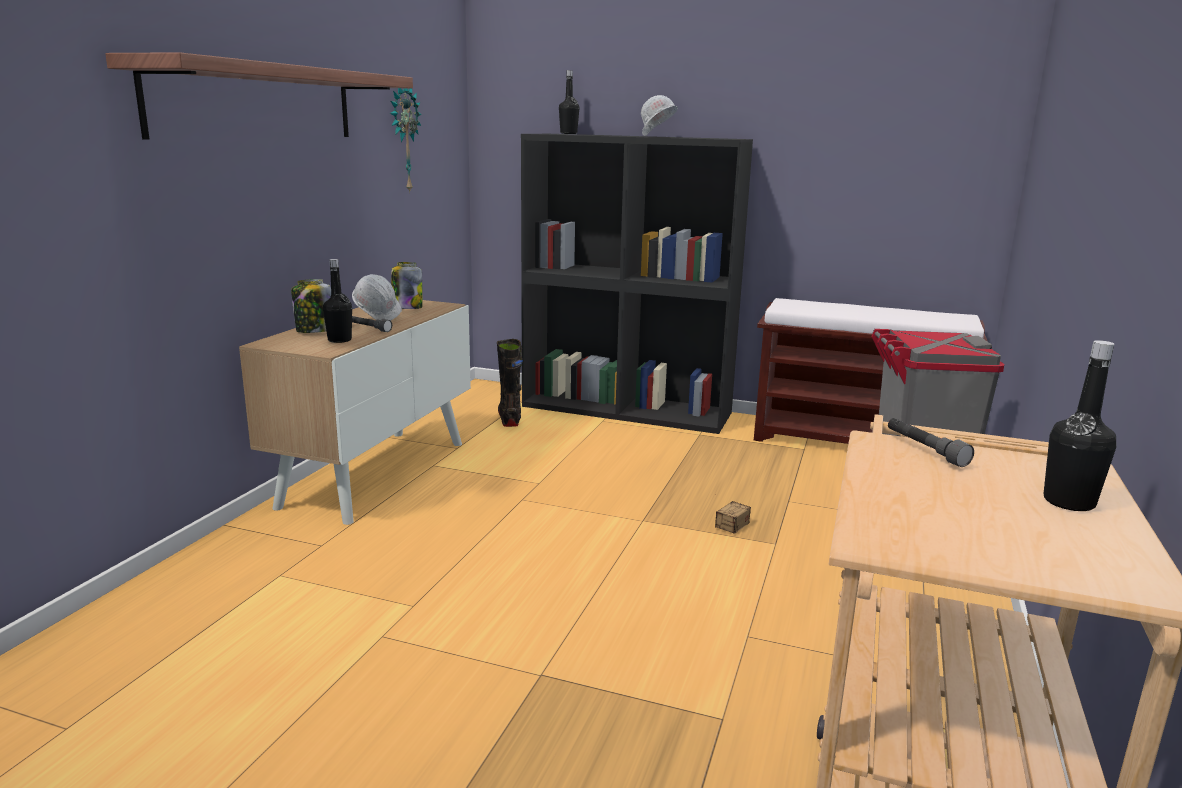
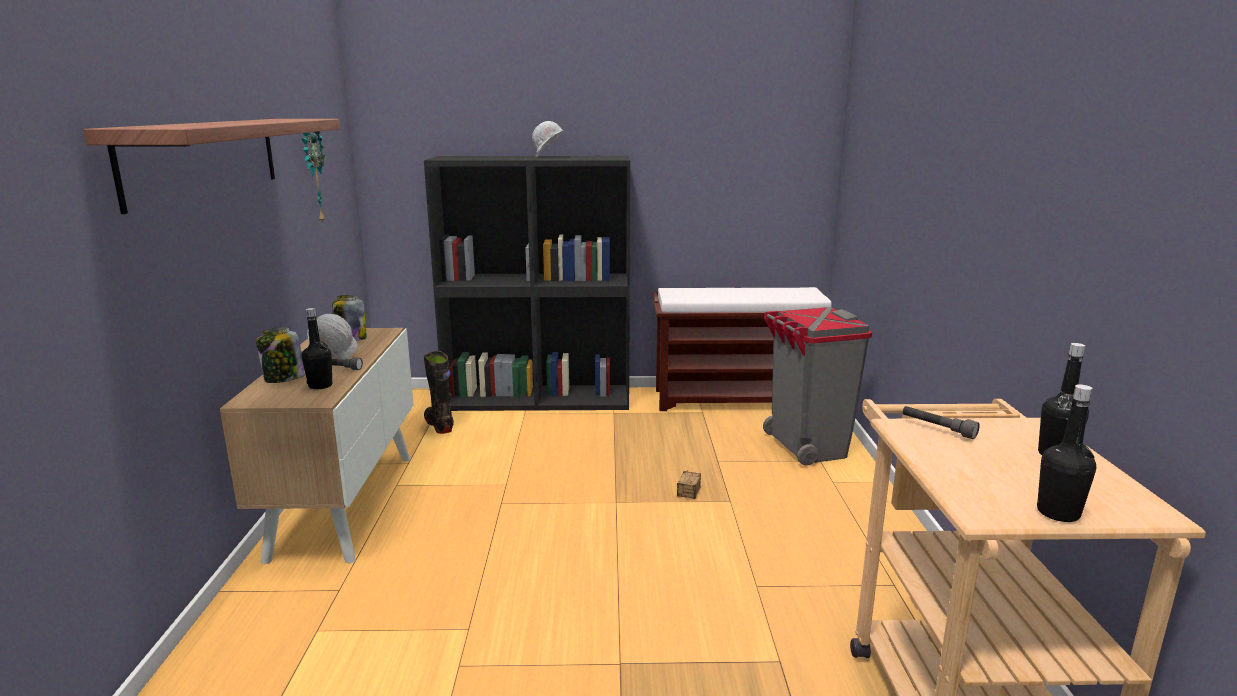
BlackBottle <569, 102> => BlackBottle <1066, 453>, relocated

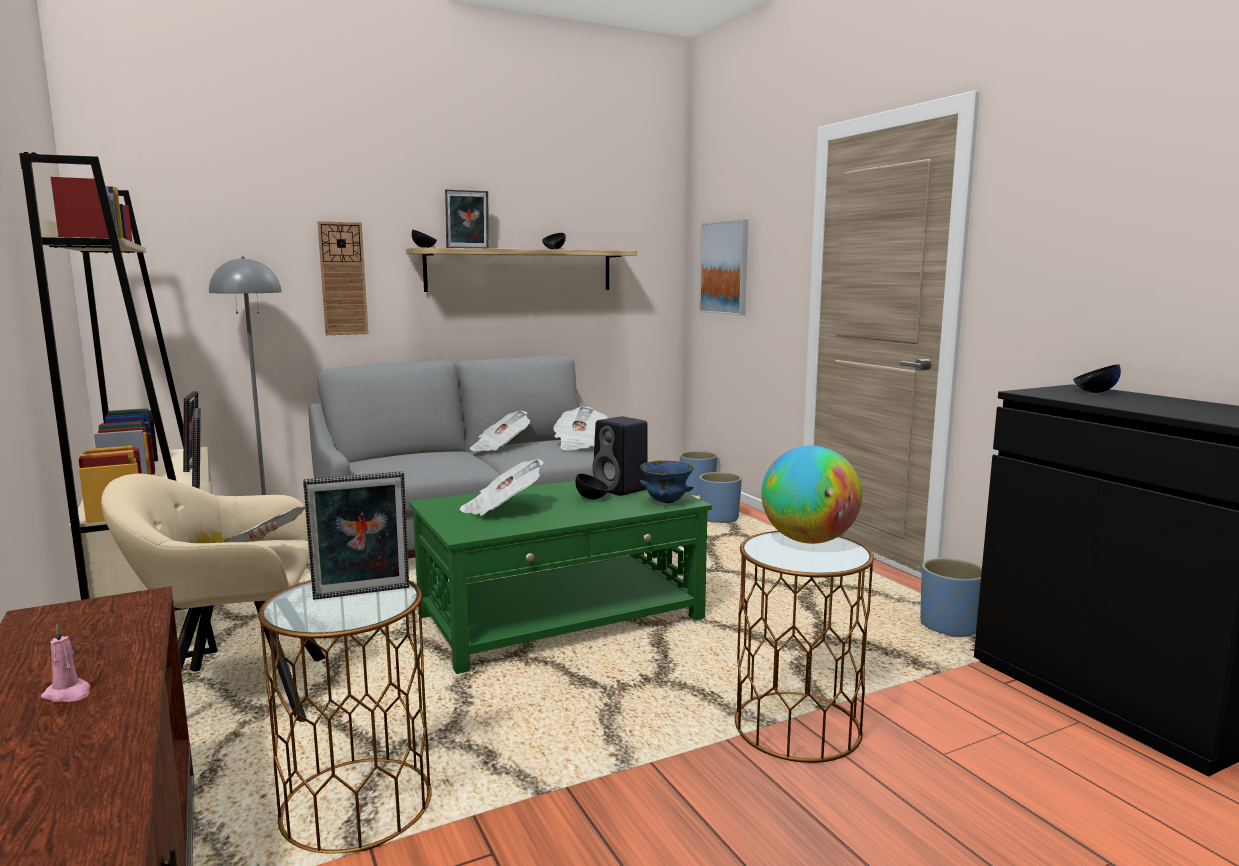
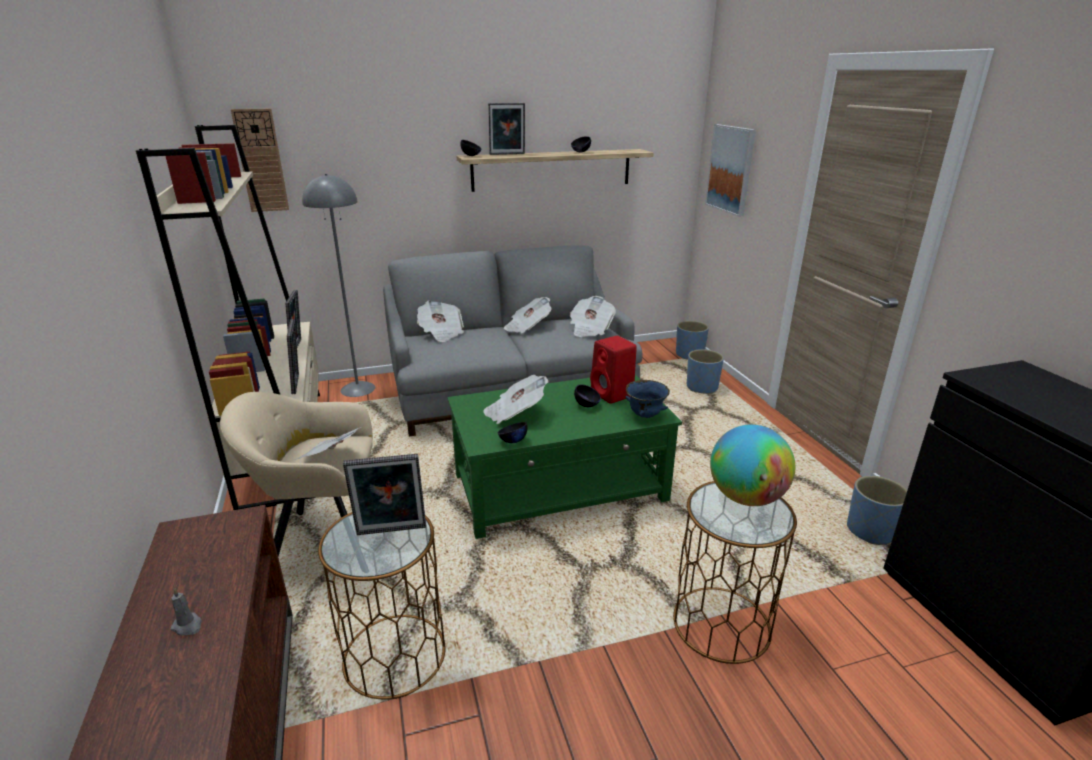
WallClock <343, 278> => WallClock <260, 160>, relocated
BlackBowl <1097, 378> => BlackBowl <512, 432>, relocated
BlackSpeaker <620, 456> => RedSpeaker <613, 370>
PinkCandle <66, 663> => GreyCandle <186, 611>
nothing => Newspaper <440, 321>

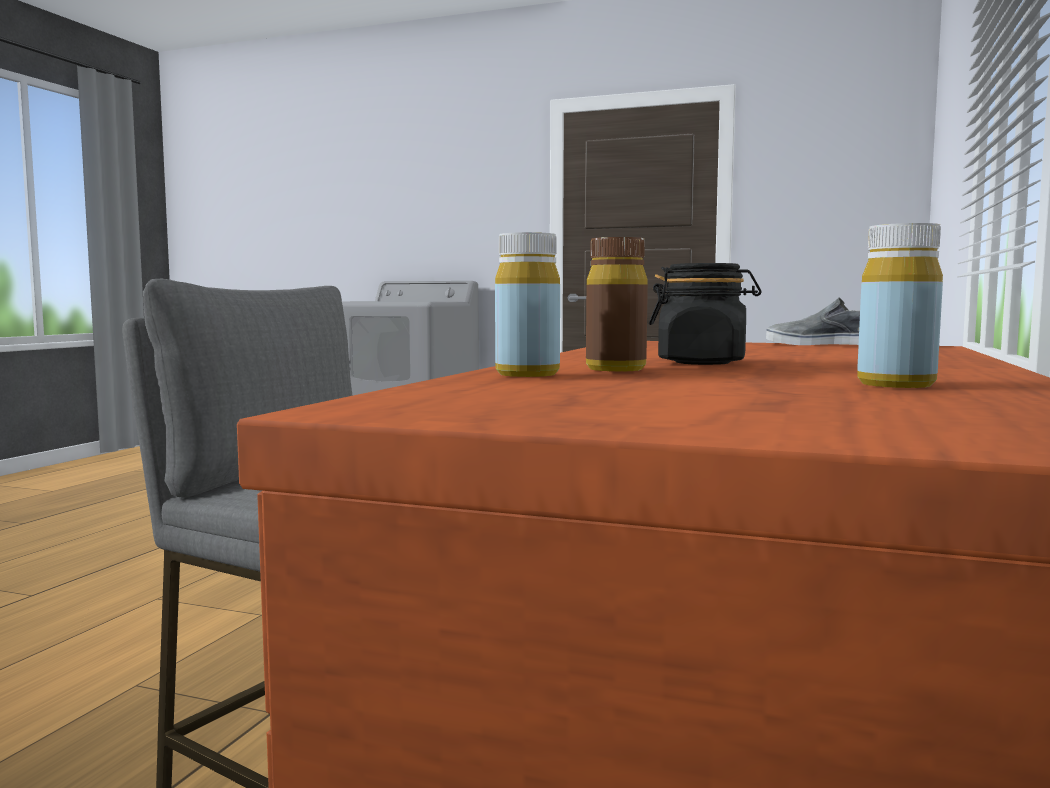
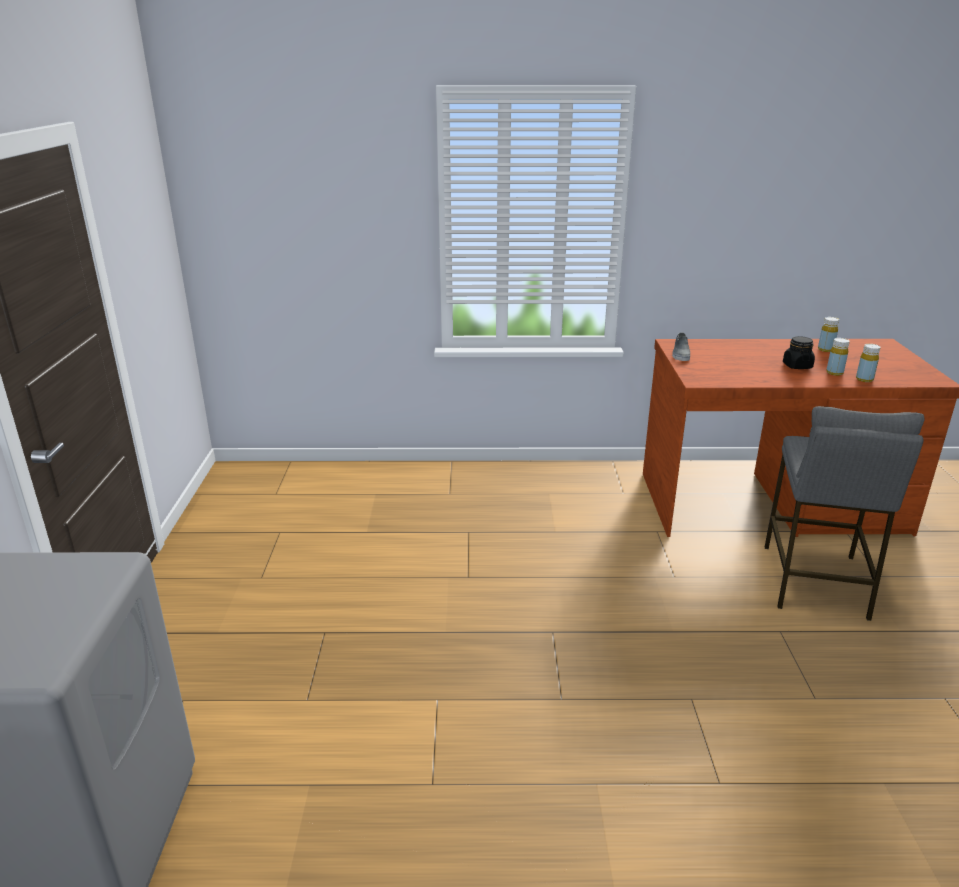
BrownBottle <617, 304> => YellowBottle <838, 357>

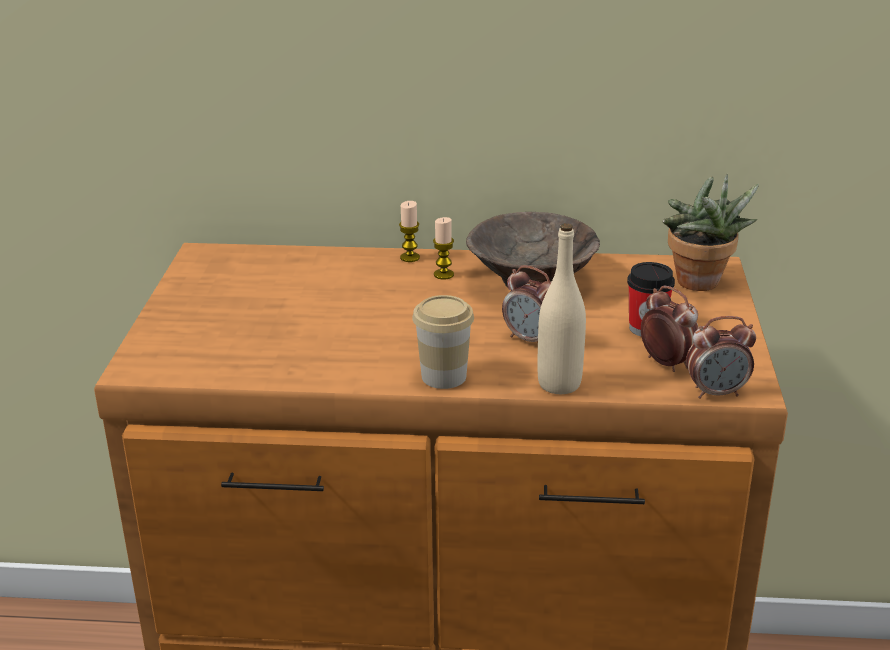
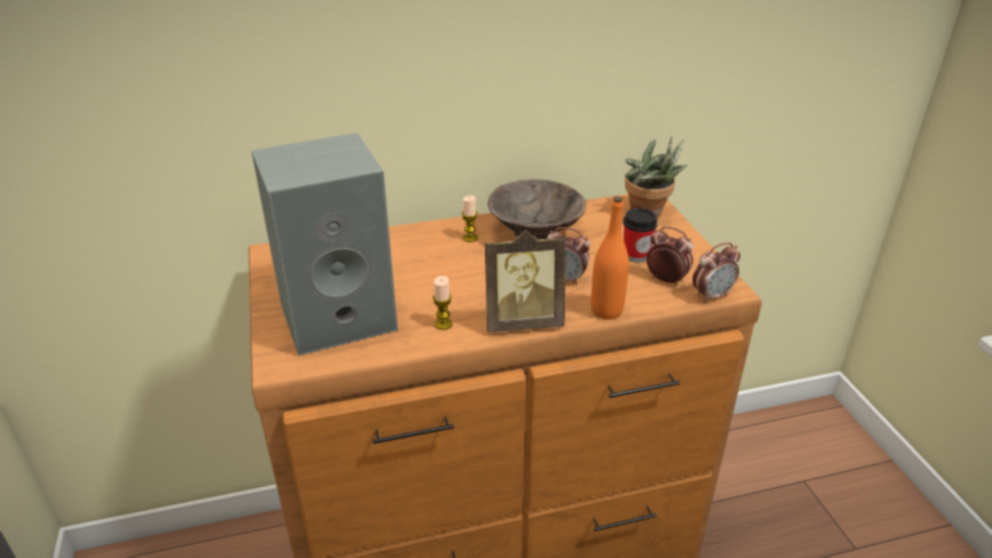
Candle <409, 231> => Candle <443, 303>, relocated
BeigeBottle <562, 308> => OrangeBottle <610, 258>
Cup <443, 342> => PictureFrame <525, 281>
nothing => GreySpeaker <324, 244>

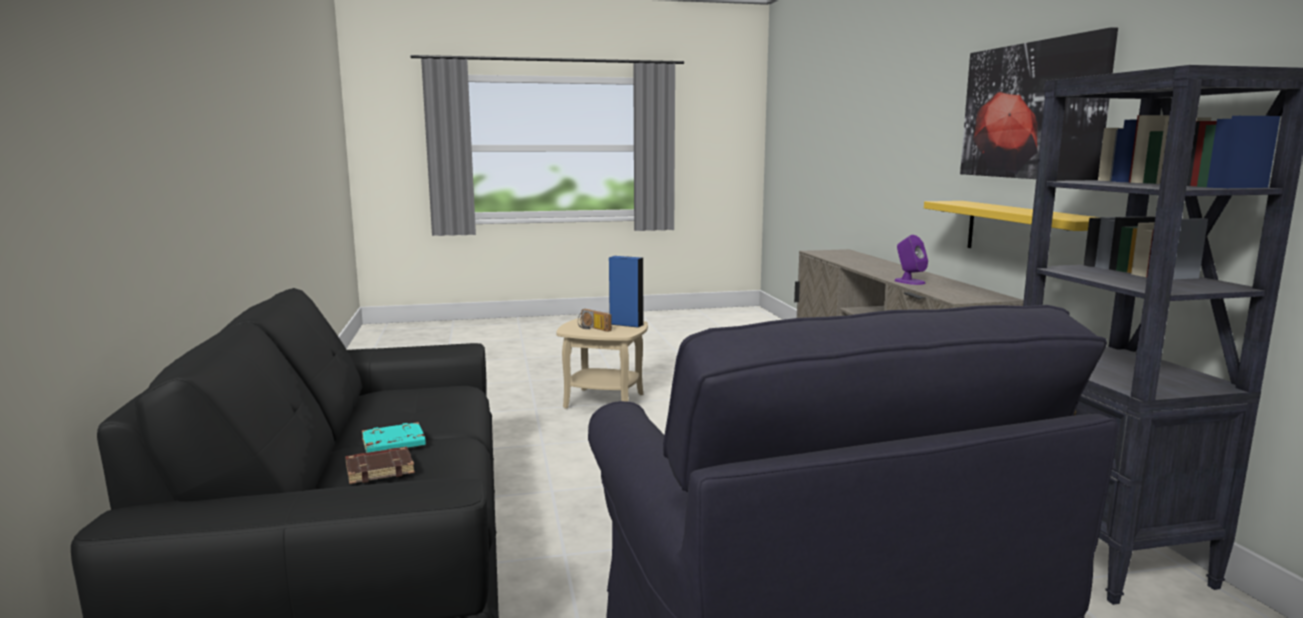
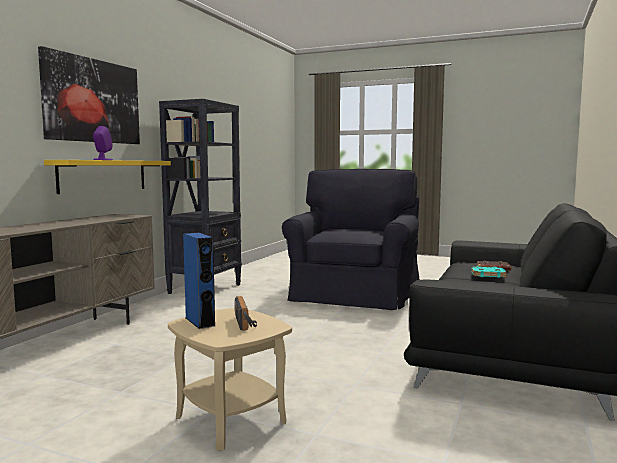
PurpleSpeaker <911, 260> => PurpleSpeaker <103, 143>, relocated

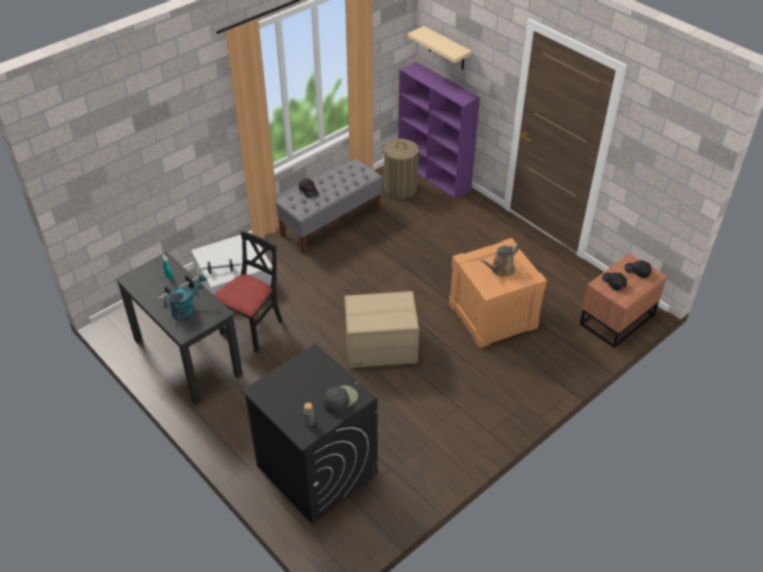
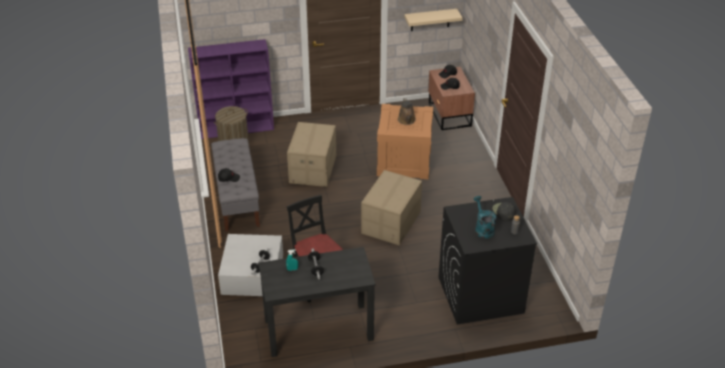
BeigeShelf <439, 48> => BeigeShelf <433, 20>, relocated
TurquoiseWateringCan <185, 296> => TurquoiseWateringCan <485, 217>, relocated
nothing => CardboardBox <311, 154>

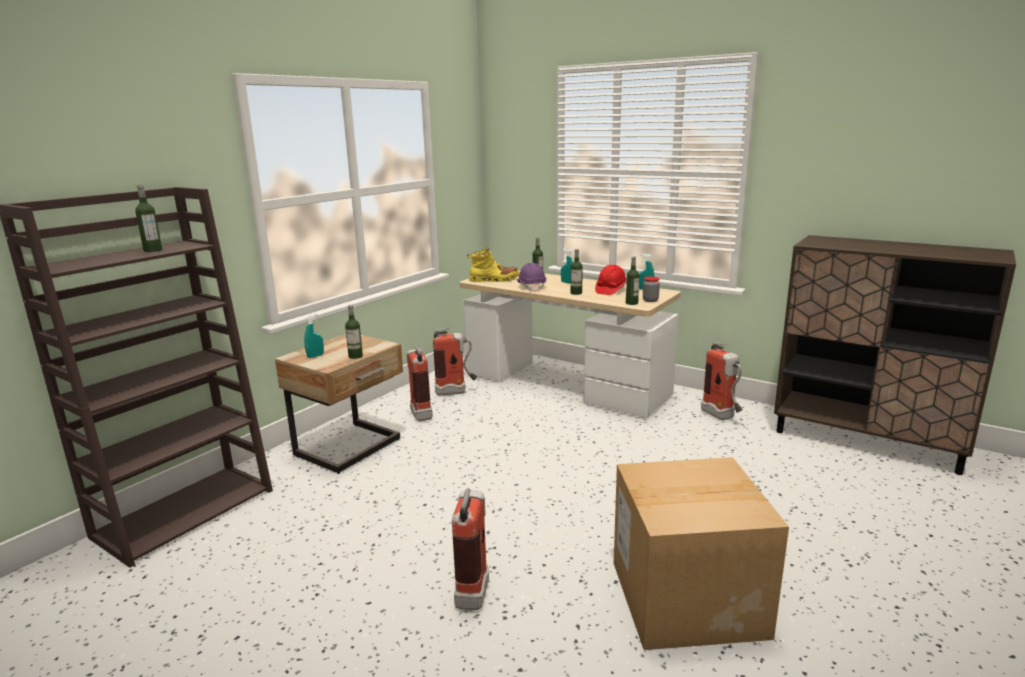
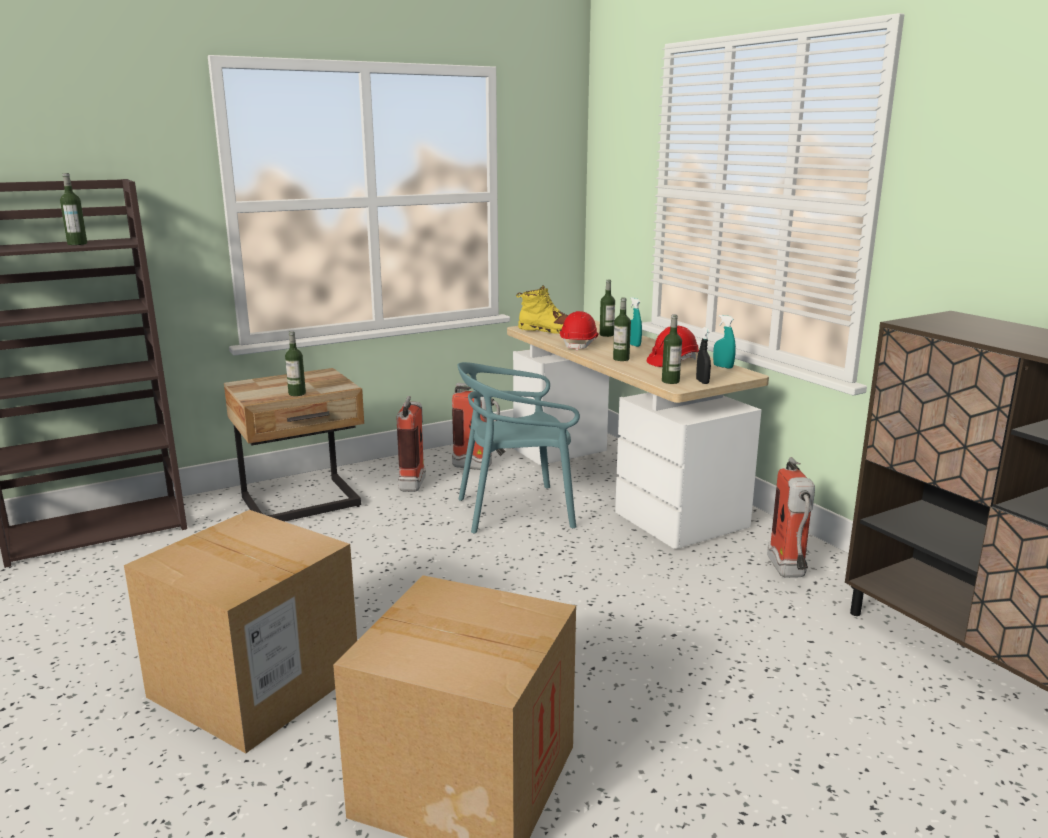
PurpleHardHat <532, 277> => RedHardHat <579, 331>
Jar <651, 289> => BlackSprayBottle <703, 355>
TurquoiseSprayBottle <314, 336> => nothing
FireExtinguisher <470, 549> => CardboardBox <240, 632>
nothing => TurquoiseChair <519, 448>

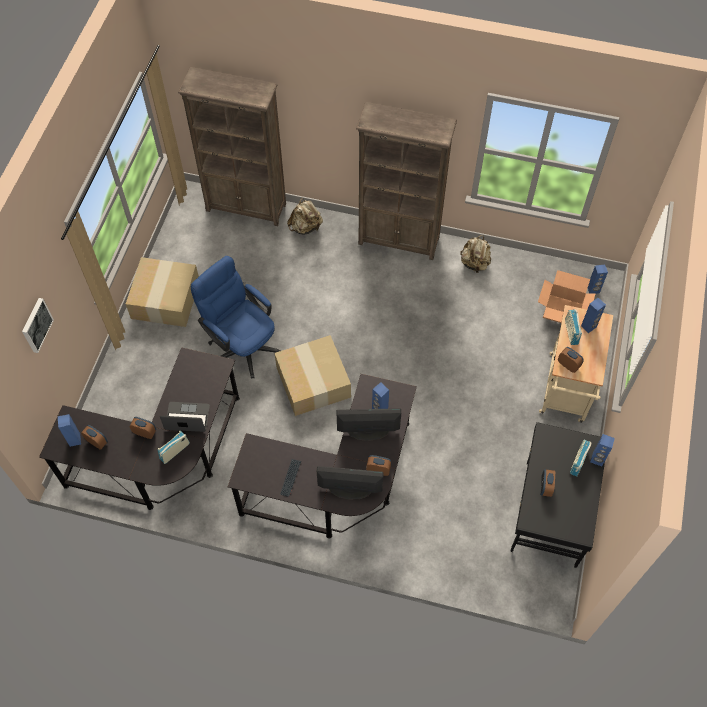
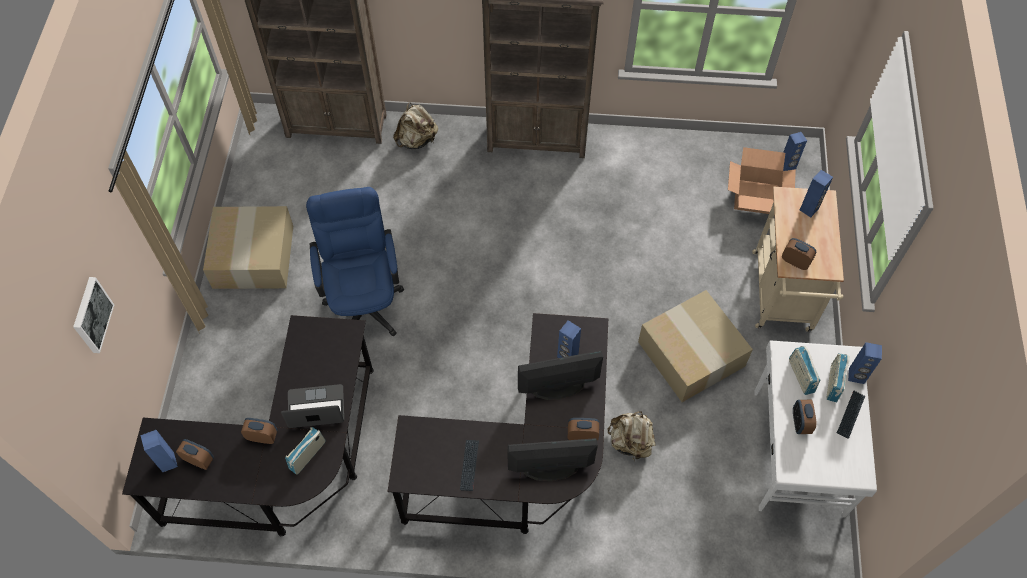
BeigeBackpack <475, 254> => BeigeBackpack <631, 436>, relocated
BlueOfficeChair <235, 317> => BlueOfficeChair <355, 262>, 45 degrees clockwise
Radio <573, 327> => Radio <804, 370>, relocated
CardboardBox <312, 375> => CardboardBox <695, 346>, relocated
BlackDesk <557, 495> => WhiteDesk <815, 429>
nothing => Keyboard <851, 414>

